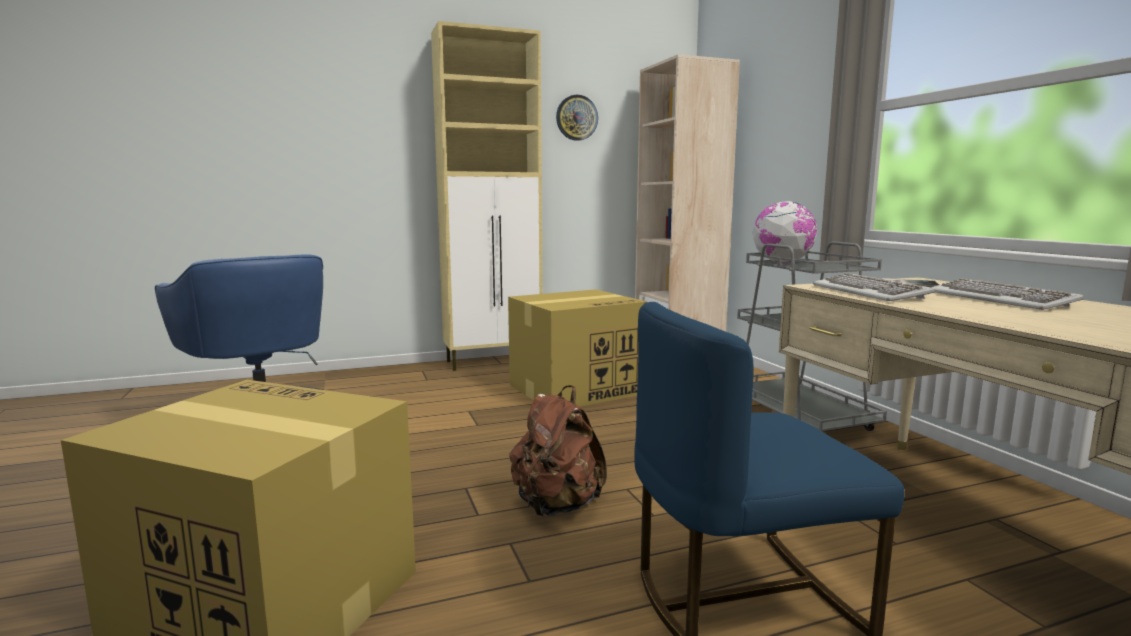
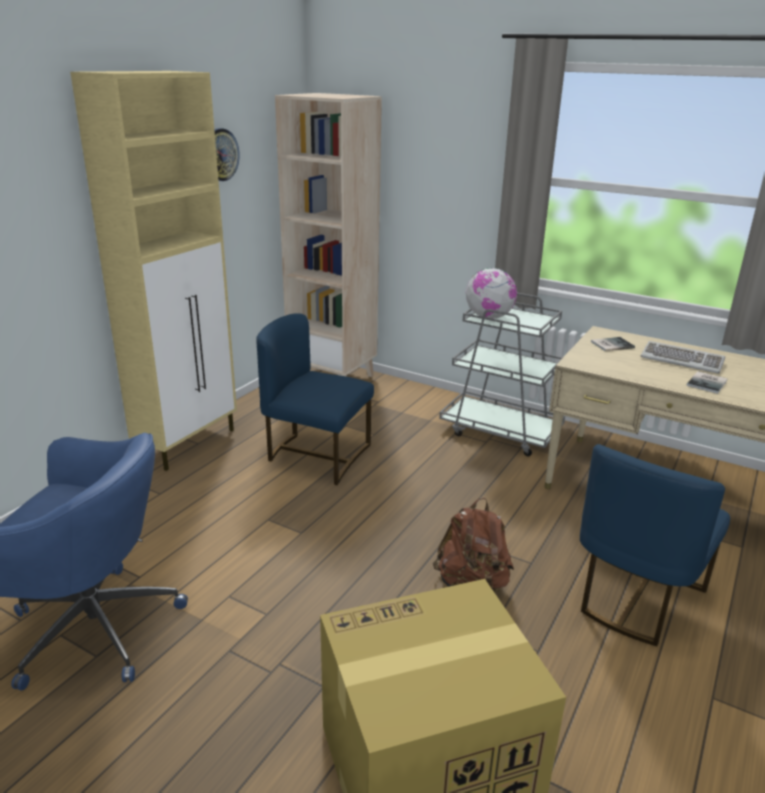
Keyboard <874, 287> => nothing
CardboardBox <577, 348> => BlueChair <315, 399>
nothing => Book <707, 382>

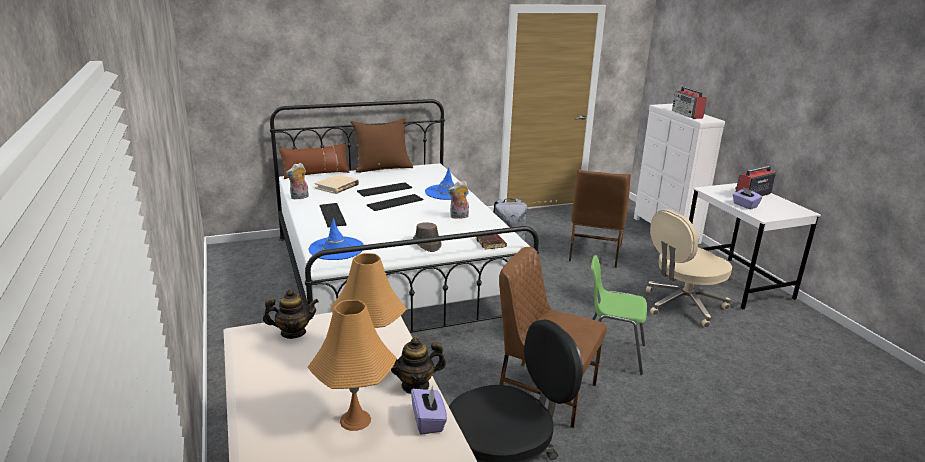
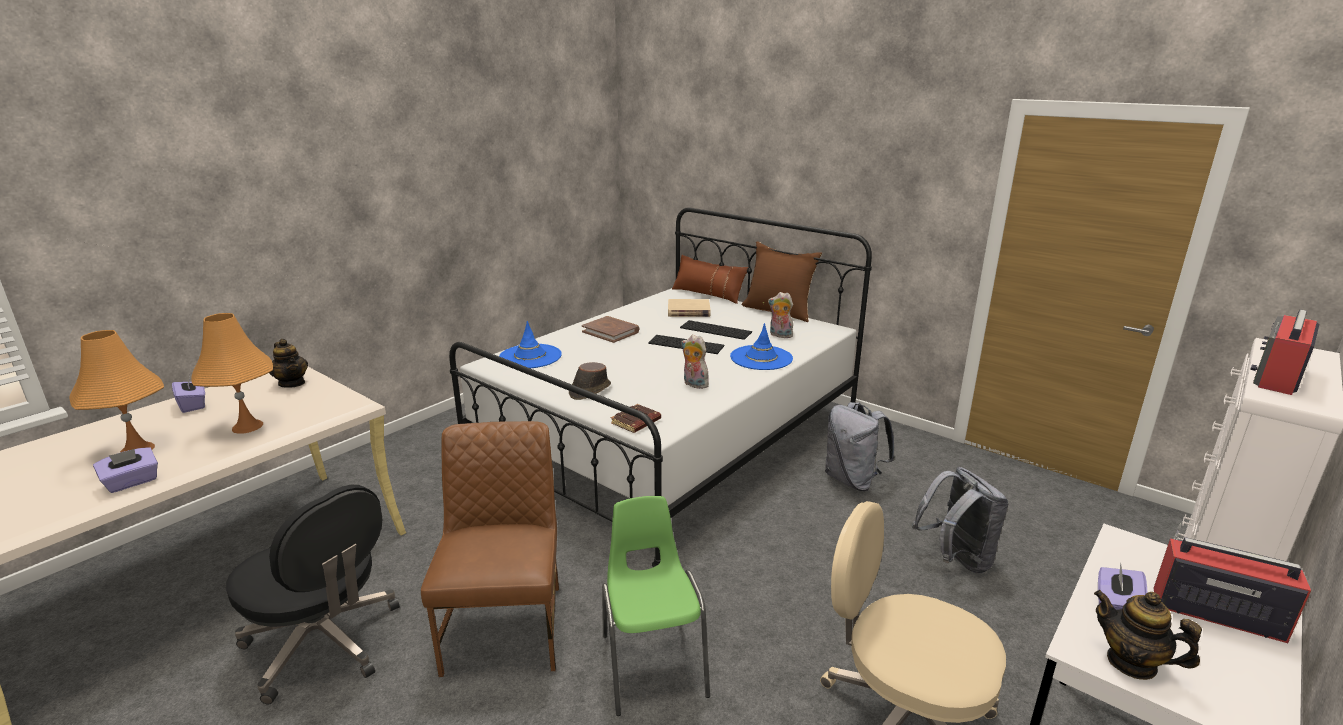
PlushToy <297, 181> => PlushToy <780, 315>, relocated
BrownChair <600, 218> => GreyBackpack <960, 520>
Keyboard <333, 215> => BrownBook <610, 329>
Teapot <418, 365> => Teapot <1148, 635>, relocated
nothing => PurpleTissueBox <188, 394>

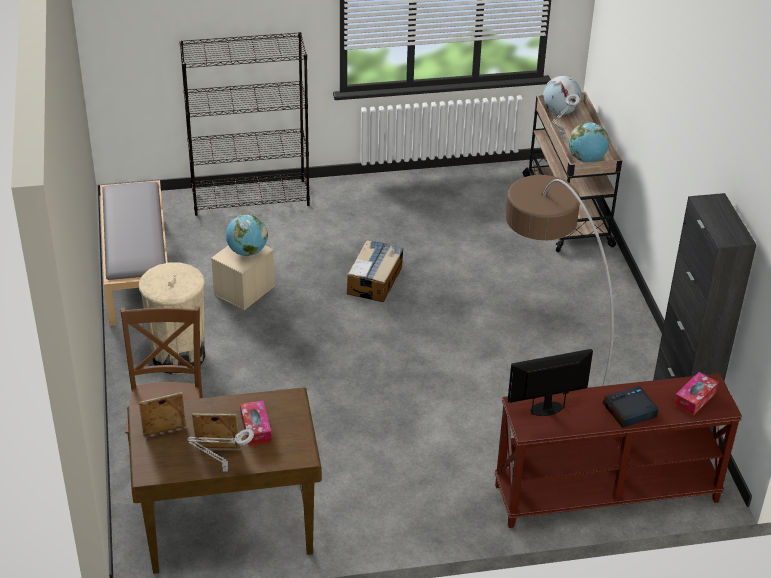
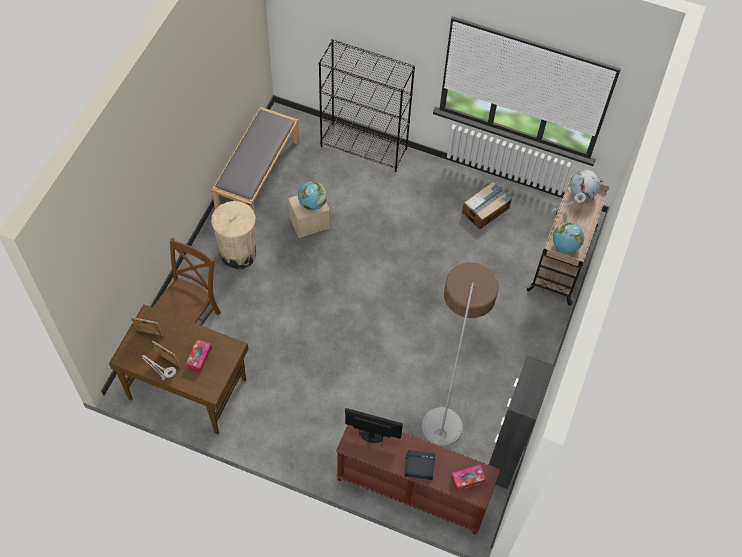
CardboardBox <375, 271> => CardboardBox <487, 205>, relocated

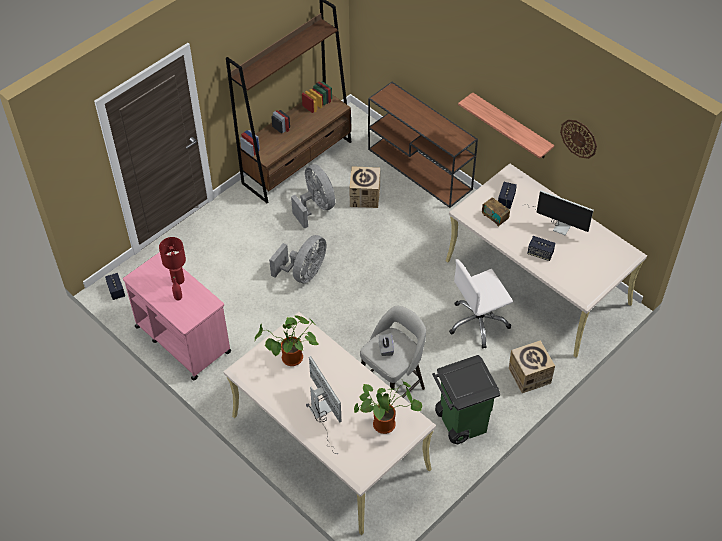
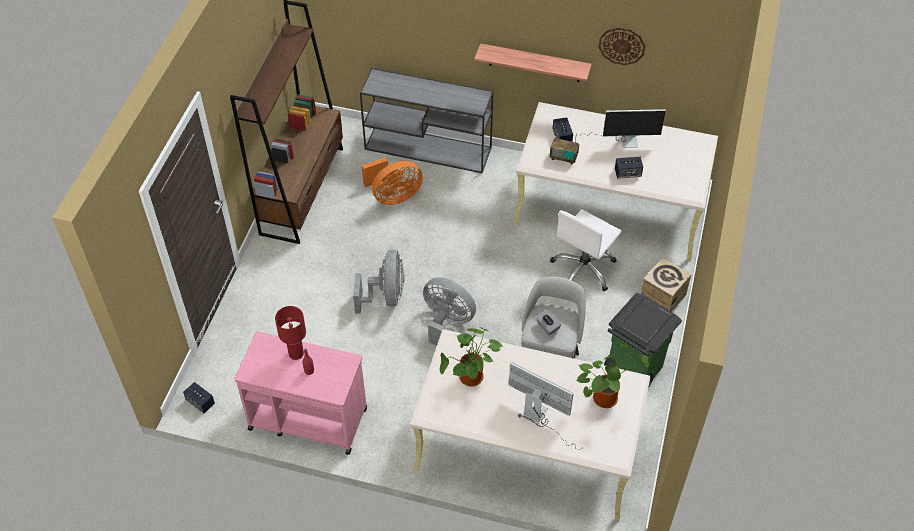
BrownConsoleTable <423, 145> => GreyConsoleTable <427, 120>
GreyFan <313, 196> => GreyFan <449, 311>, relocated
CardboardBox <364, 187> => OrangeFan <392, 181>

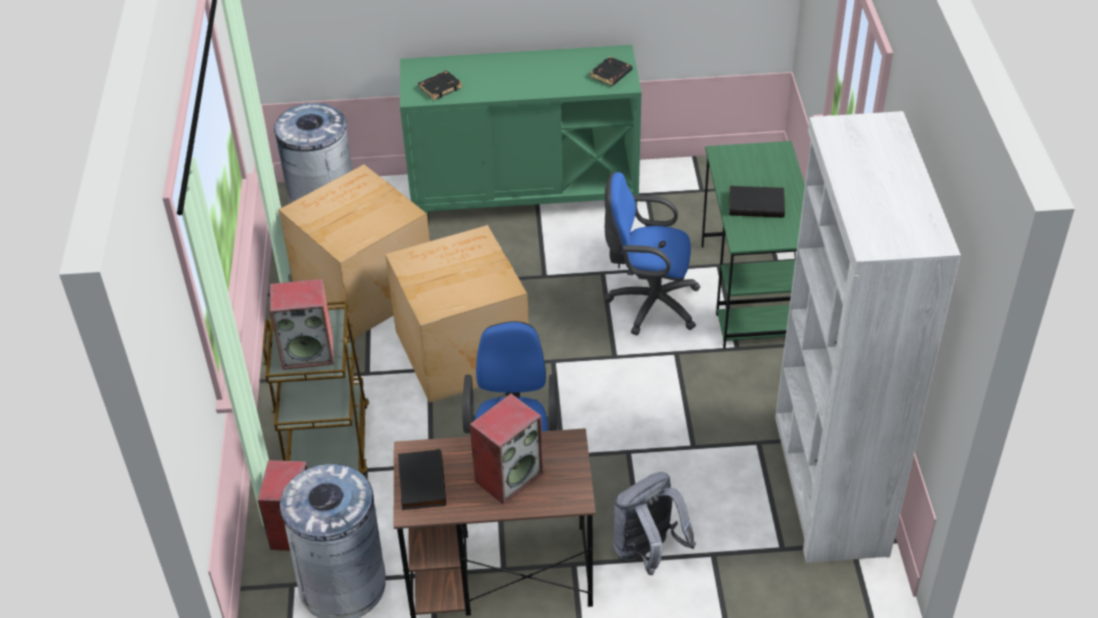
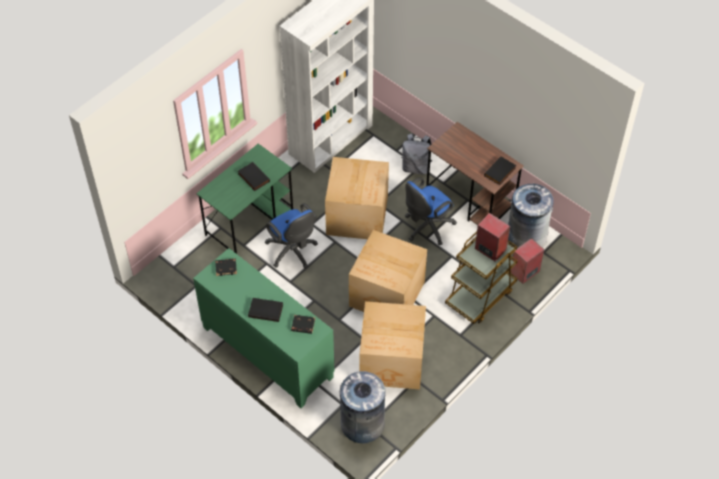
Speaker <506, 449> => nothing
nothing => CardboardBox <357, 198>
nothing => BlackBook <265, 310>

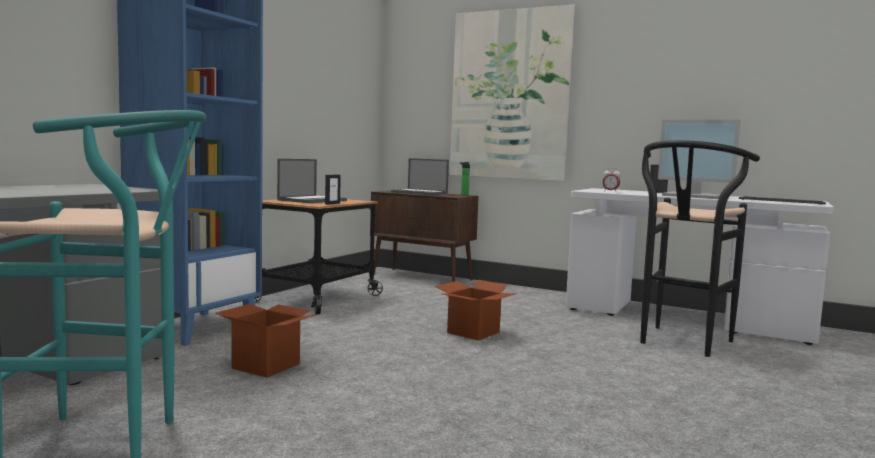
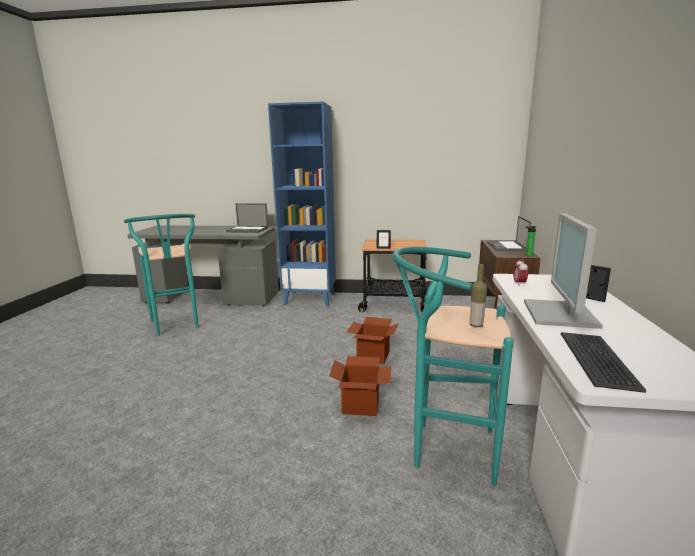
Picture <512, 93> => nothing
BlackStool <700, 248> => TurquoiseStool <453, 366>
Laptop <312, 181> => Laptop <247, 218>, relocated
CardboardBox <266, 341> => CardboardBox <360, 386>, relocated
nothing => Bottle <478, 295>

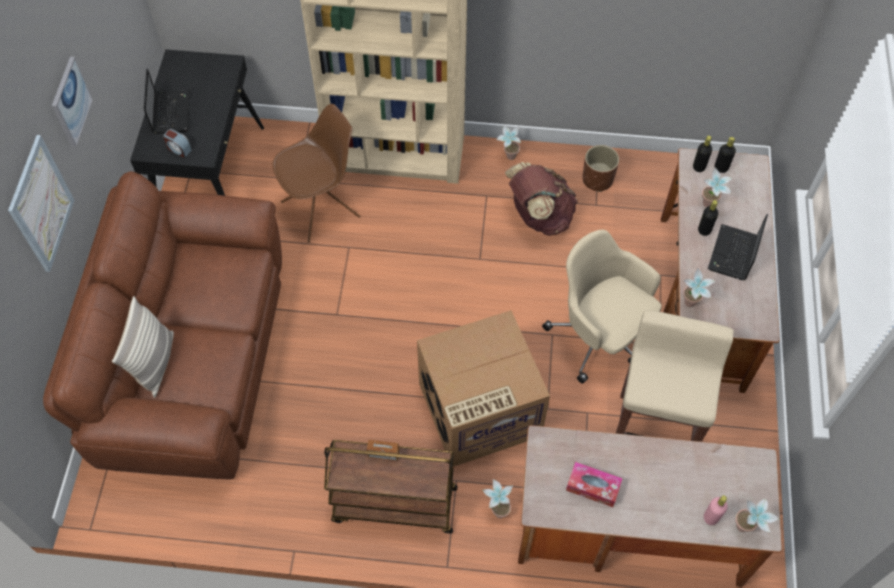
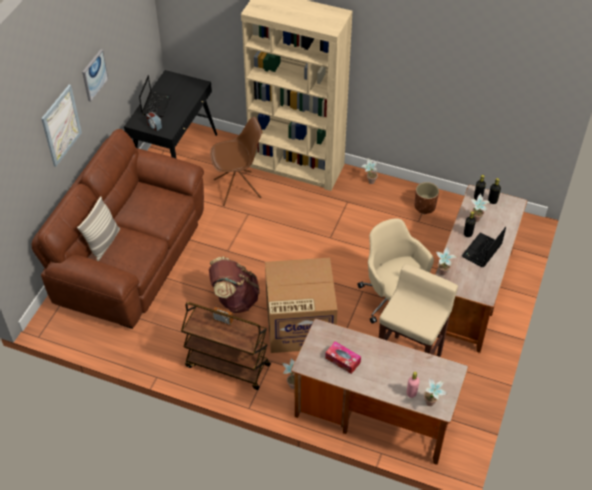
BrownBackpack <541, 199> => BrownBackpack <234, 285>, relocated

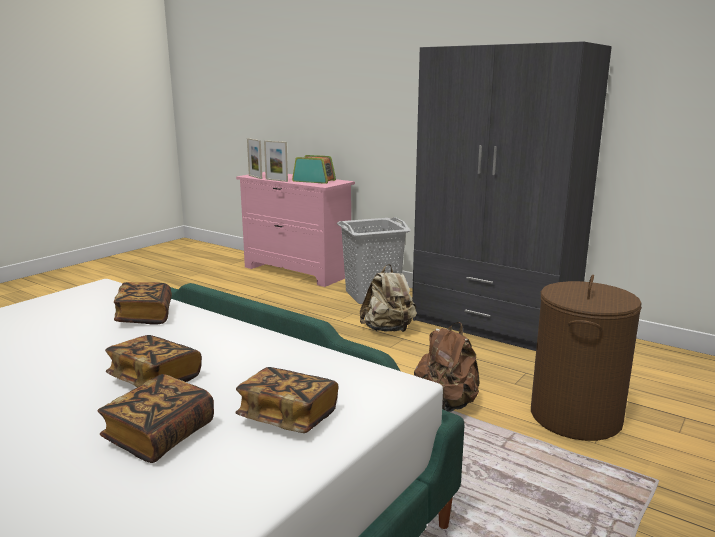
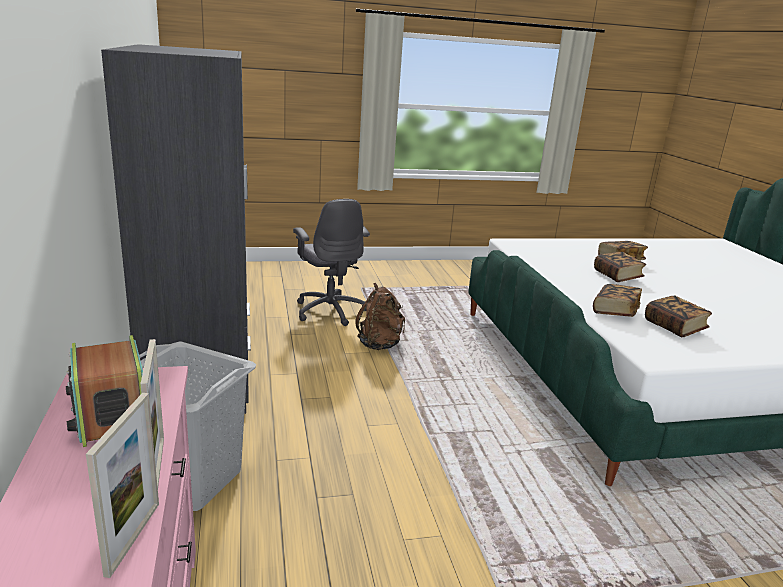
BeigeBackpack <388, 298> => nothing
BrownLaundryBasket <586, 358> => GreyOfficeChair <331, 262>
Book <287, 400> => Book <678, 316>, relocated

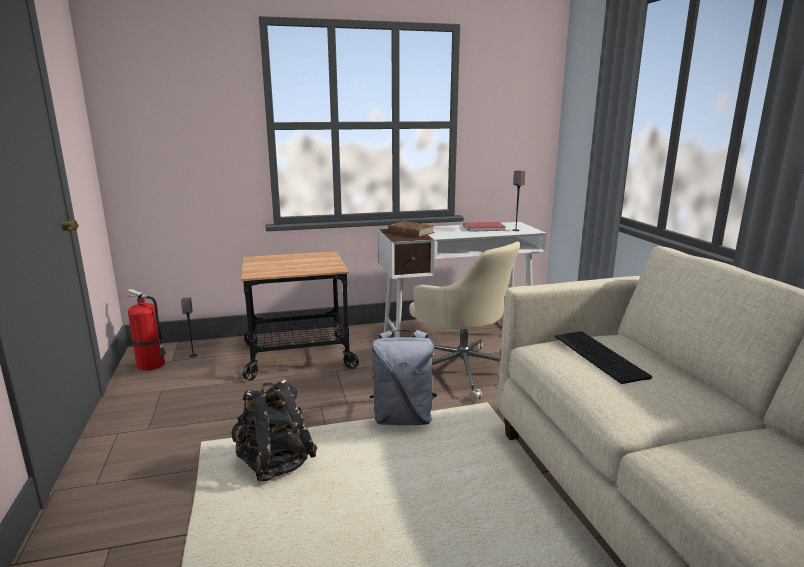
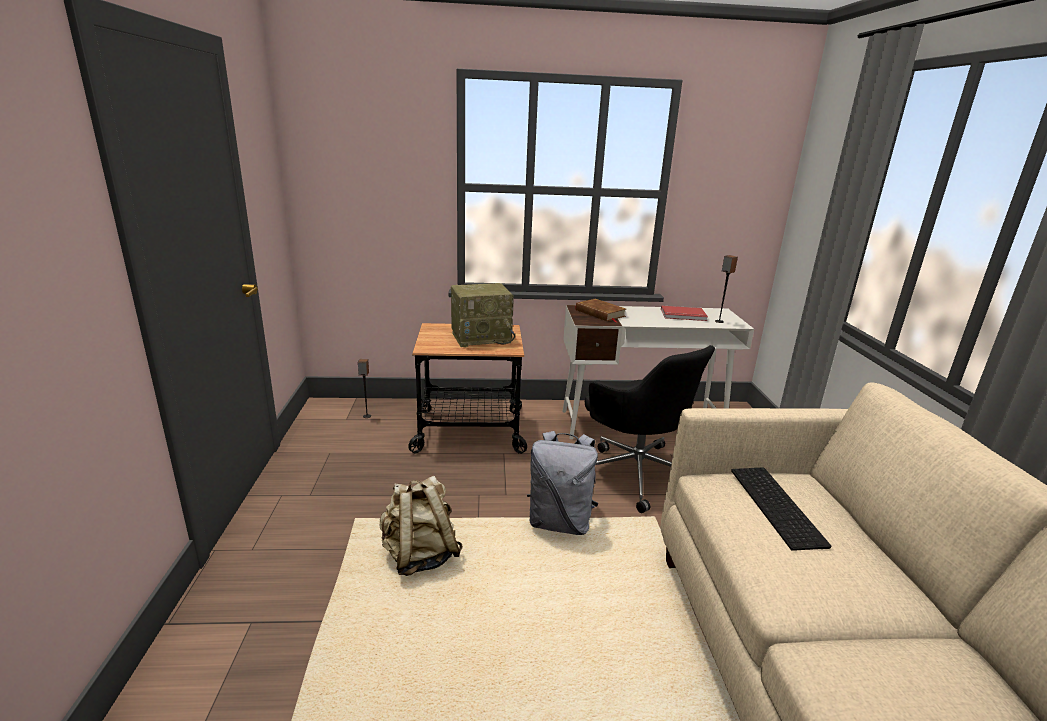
BeigeOfficeChair <465, 321> => BlackOfficeChair <650, 429>
FireExtinguisher <146, 330> => nothing
BlackBackpack <274, 430> => BeigeBackpack <421, 526>
nothing => Radio <483, 315>

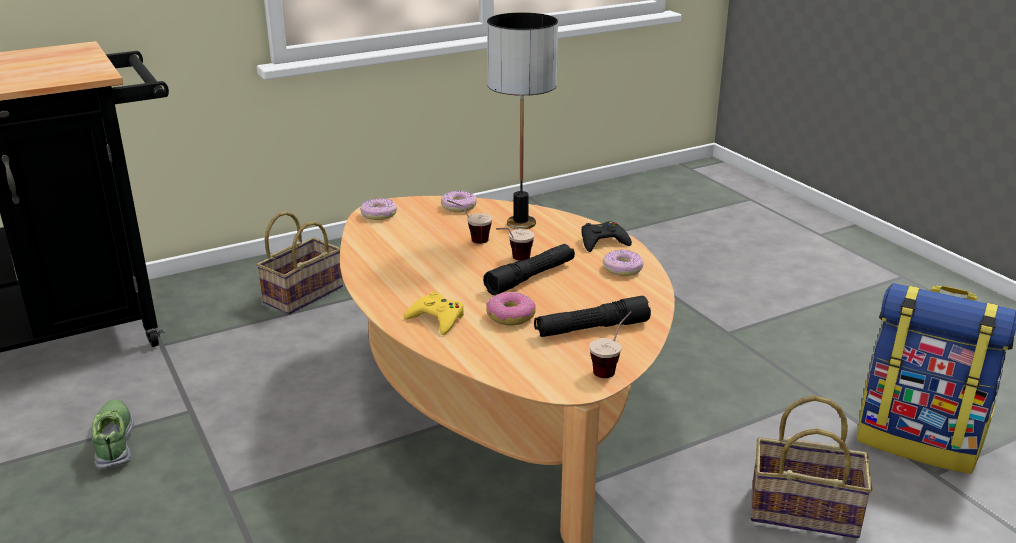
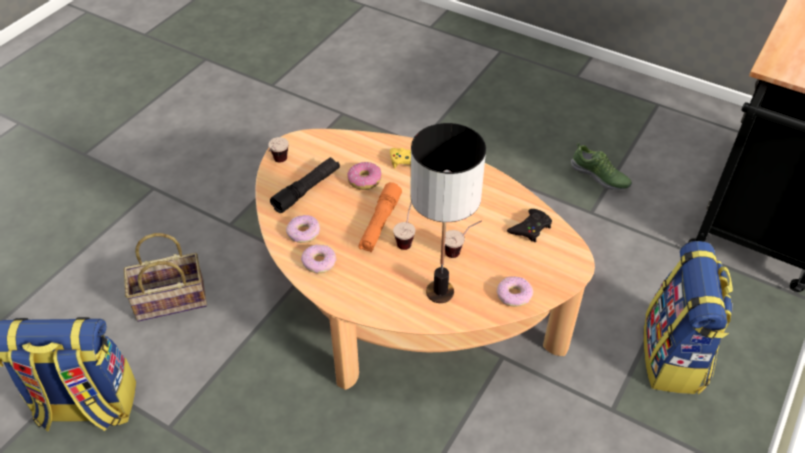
Donut <378, 209> => Donut <303, 229>, relocated
Basket <299, 262> => Backpack <688, 318>
BlackGameController <606, 237> => BlackGameController <529, 225>, relocated
BlackFlashlight <529, 269> => OrangeFlashlight <380, 217>

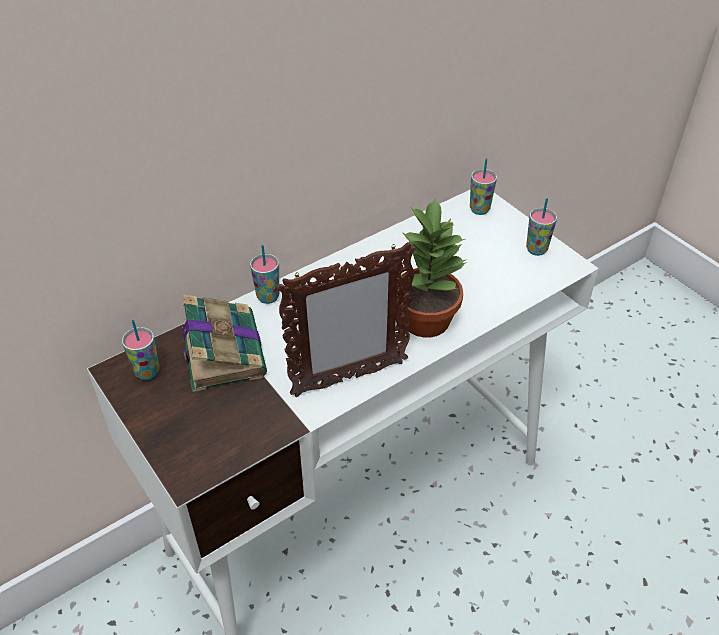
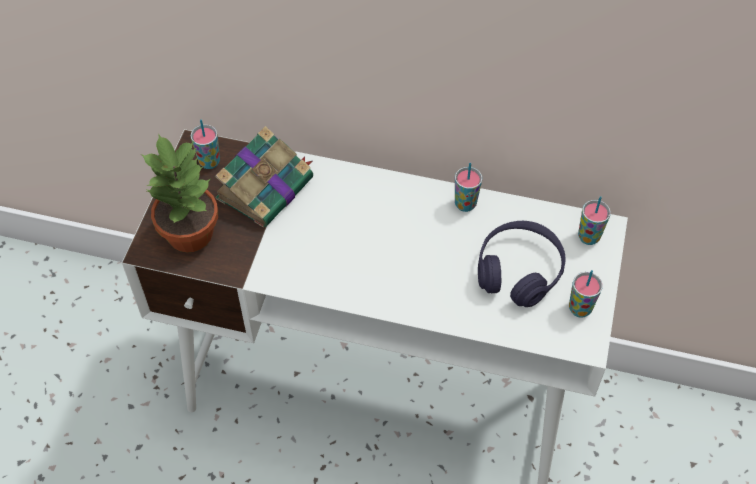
PottedPlant <432, 267> => PottedPlant <179, 193>, relocated
PictureFrame <346, 319> => nothing
Cup <264, 274> => Cup <468, 187>, relocated
nothing => PurpleHeadphones <521, 264>

